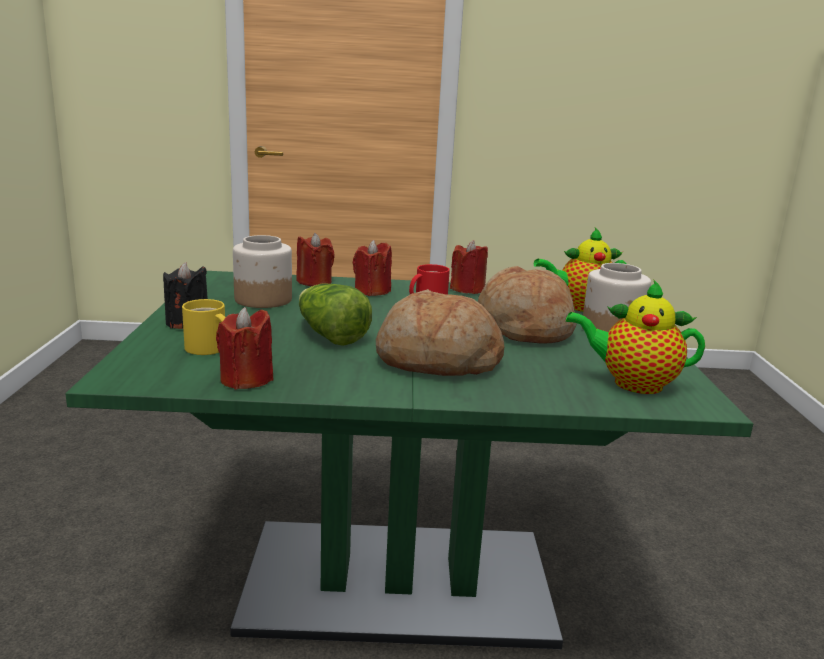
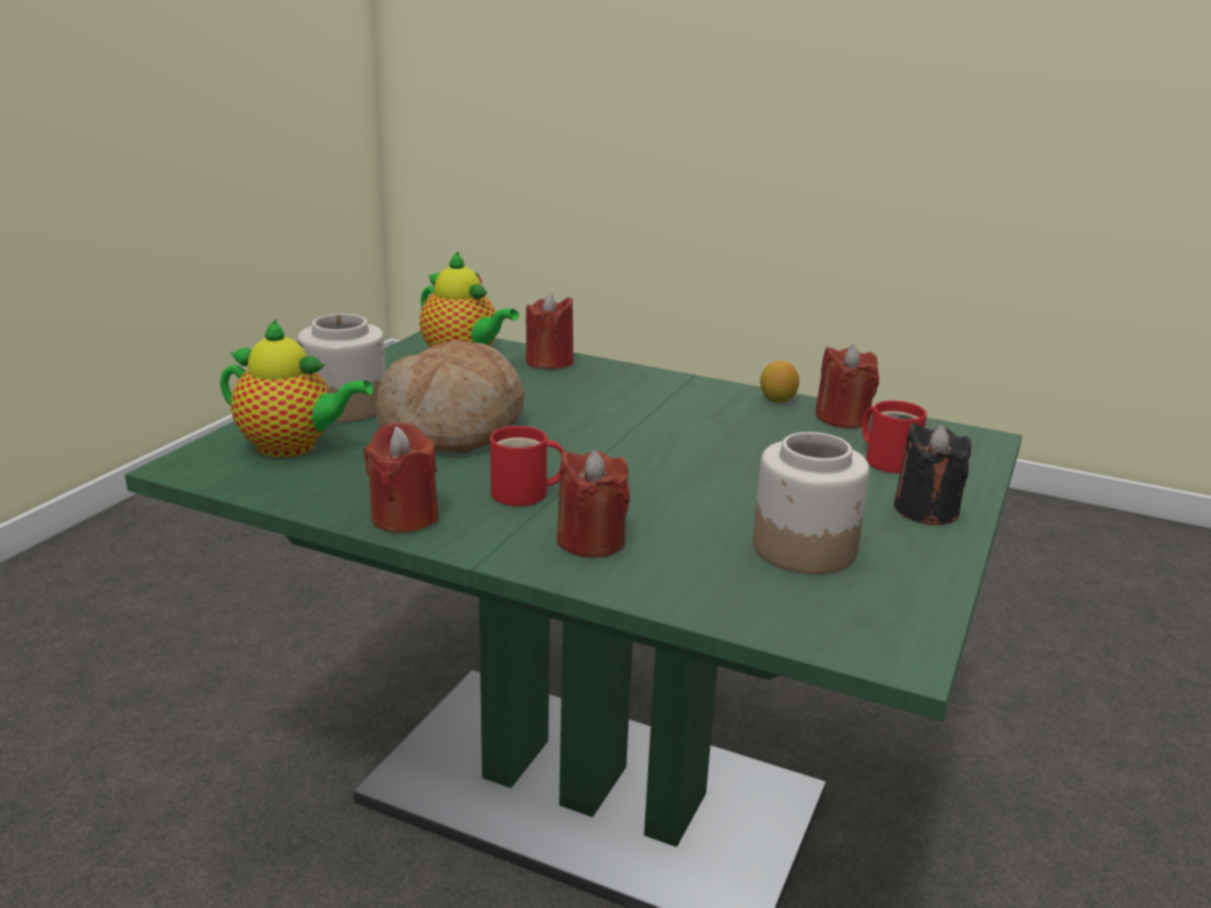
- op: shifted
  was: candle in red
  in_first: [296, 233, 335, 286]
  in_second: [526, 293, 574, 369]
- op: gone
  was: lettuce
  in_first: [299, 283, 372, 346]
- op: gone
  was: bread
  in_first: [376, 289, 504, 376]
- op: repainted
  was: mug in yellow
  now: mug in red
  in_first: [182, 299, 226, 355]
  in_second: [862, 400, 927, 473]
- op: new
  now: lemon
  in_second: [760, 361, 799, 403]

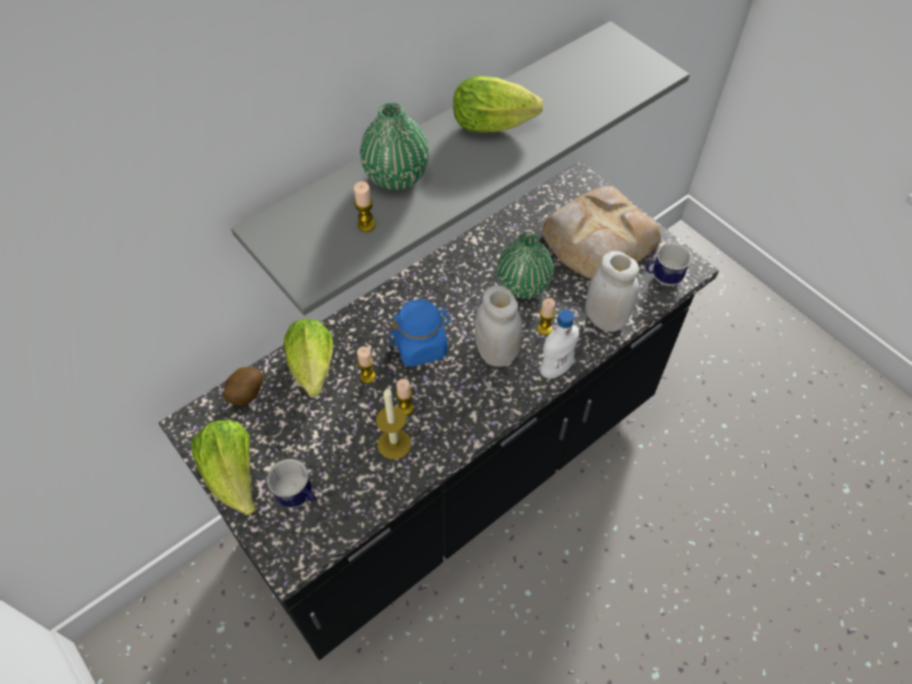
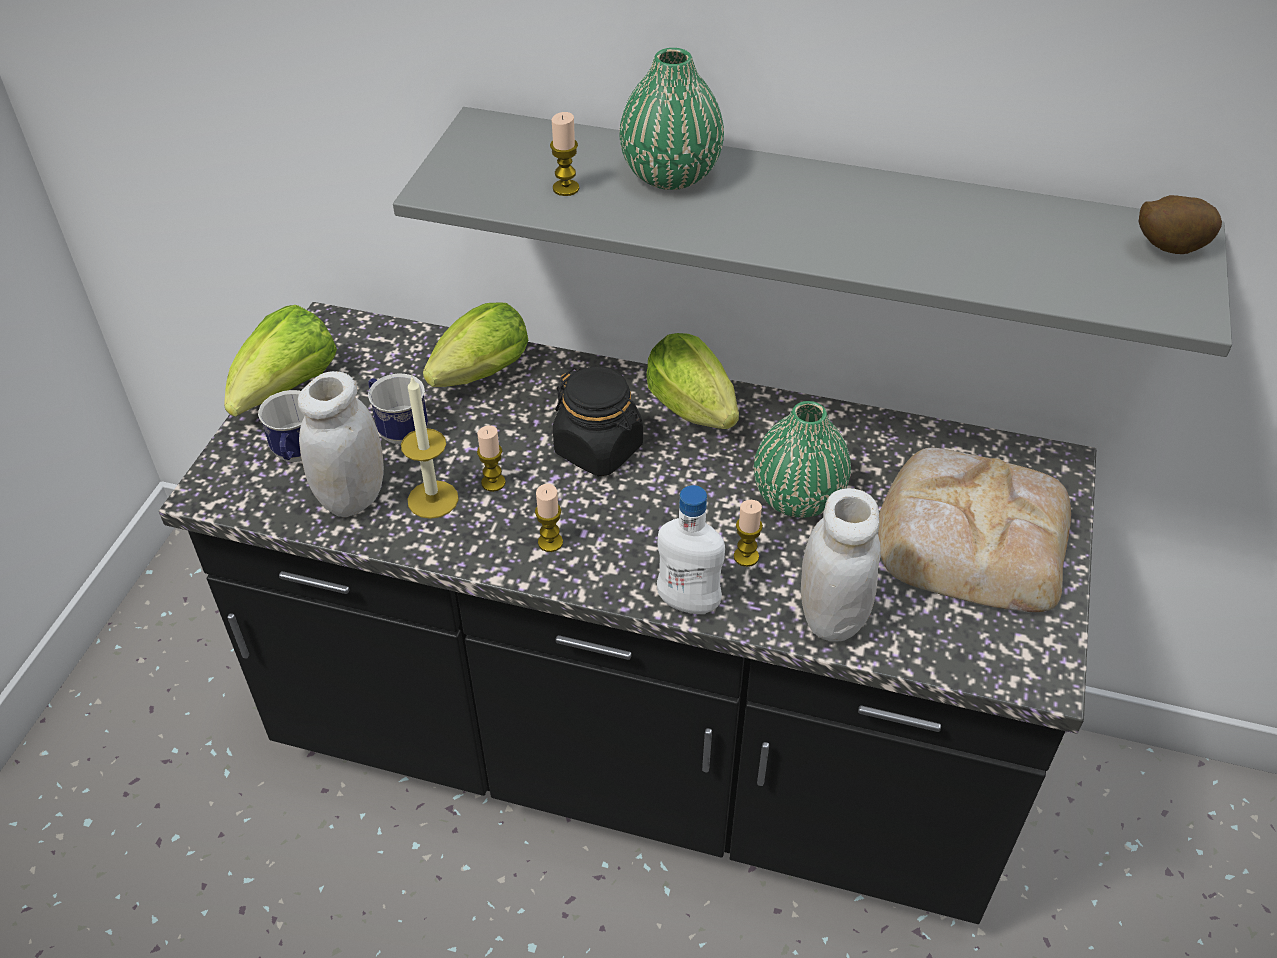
- op: shifted
  was: lettuce
  in_first: [453, 76, 544, 132]
  in_second: [646, 333, 739, 429]
- op: shifted
  was: mug
  in_first: [646, 243, 692, 286]
  in_second: [368, 373, 428, 445]
- op: shifted
  was: jar in white
  in_first: [475, 285, 523, 367]
  in_second: [298, 371, 384, 517]
- op: repainted
  was: jar in blue
  now: jar in black
  in_first: [389, 299, 451, 367]
  in_second: [553, 366, 643, 476]
- op: shifted
  was: candle
  in_first: [357, 347, 376, 383]
  in_second: [535, 484, 563, 552]
- op: shifted
  was: potato
  in_first: [222, 367, 263, 406]
  in_second: [1138, 195, 1222, 254]

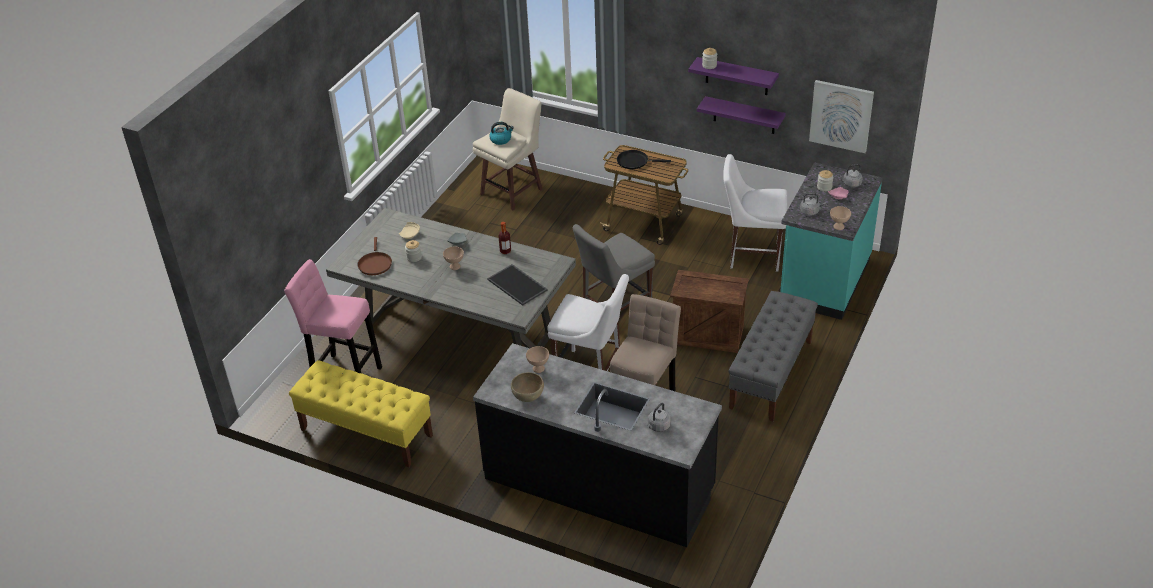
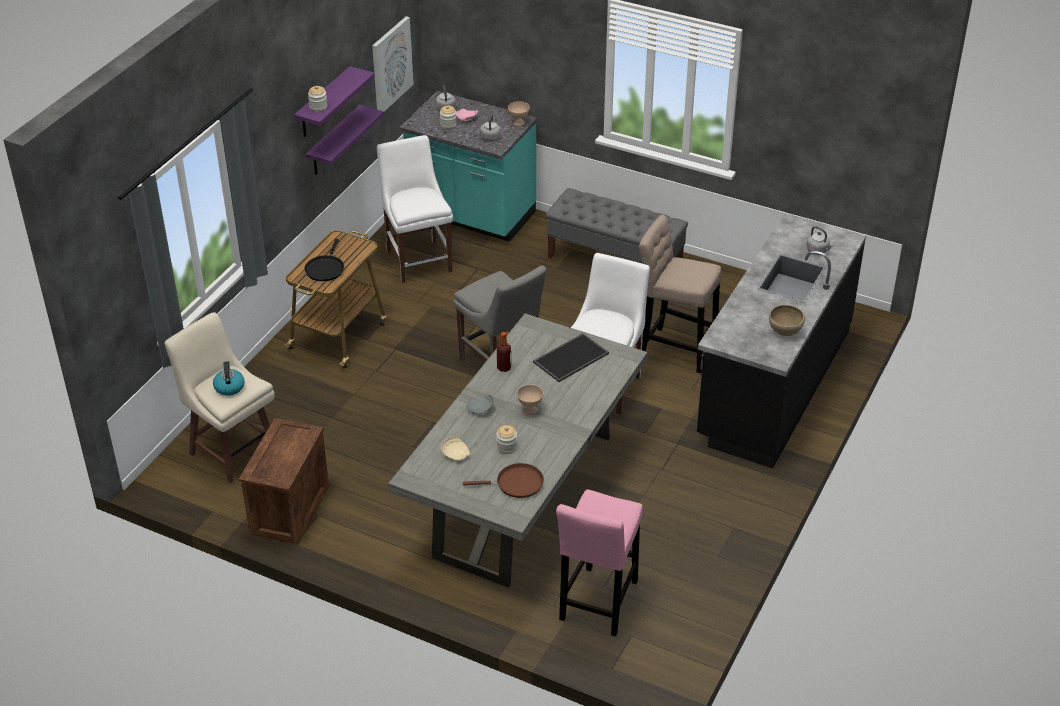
- op: rotated
  was: chair in white
  in_first: [723, 154, 788, 272]
  in_second: [377, 135, 453, 283]
  clockwise: 150
- op: shifted
  was: crate
  in_first: [670, 270, 749, 353]
  in_second: [239, 418, 329, 545]
- op: gone
  was: bowl in beige
  in_first: [526, 346, 549, 373]
- op: gone
  was: bench in yellow
  in_first: [289, 360, 433, 467]

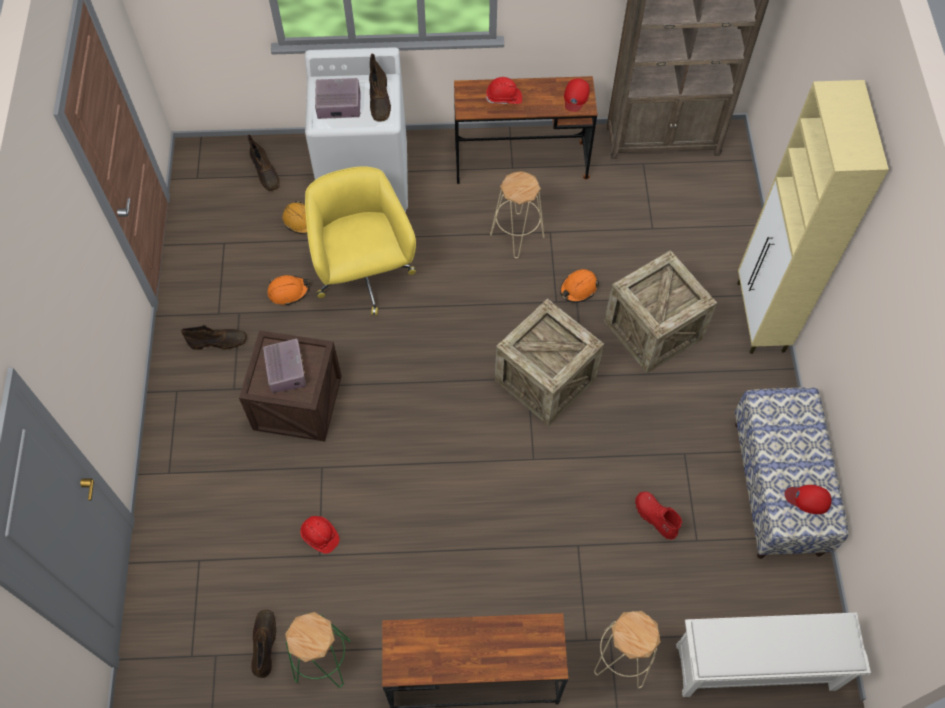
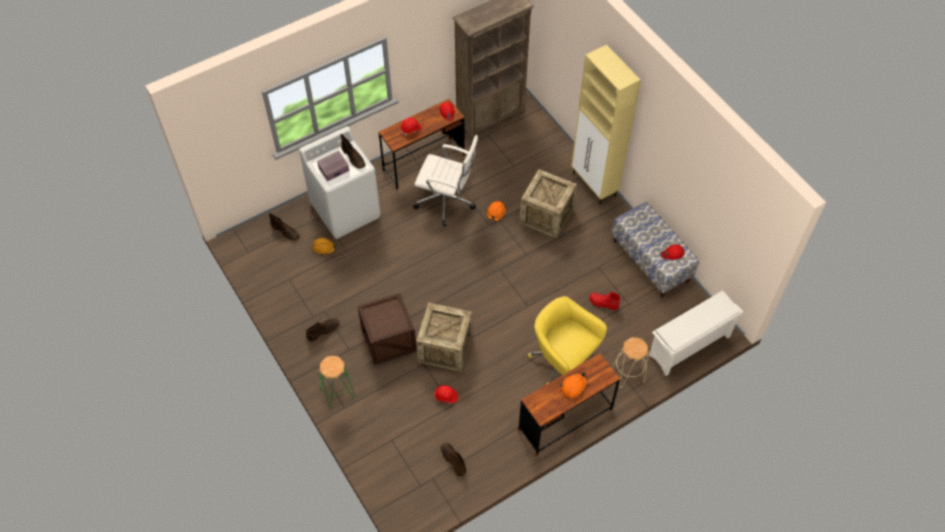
- op: shifted
  was: office chair in yellow
  in_first: [305, 166, 416, 315]
  in_second: [527, 296, 607, 384]
- op: swapped
  was: stool in beige
  now: office chair in white
  in_first: [490, 171, 544, 258]
  in_second: [413, 135, 478, 227]
- op: shifted
  was: hard hat in orange
  in_first: [267, 275, 309, 305]
  in_second: [560, 372, 587, 397]
- op: shifted
  was: crate
  in_first: [495, 299, 604, 426]
  in_second: [416, 303, 472, 372]
- op: gone
  was: radio
  in_first: [263, 339, 306, 393]
- op: shifted
  was: stool in green
  in_first: [285, 612, 351, 688]
  in_second: [319, 356, 355, 407]

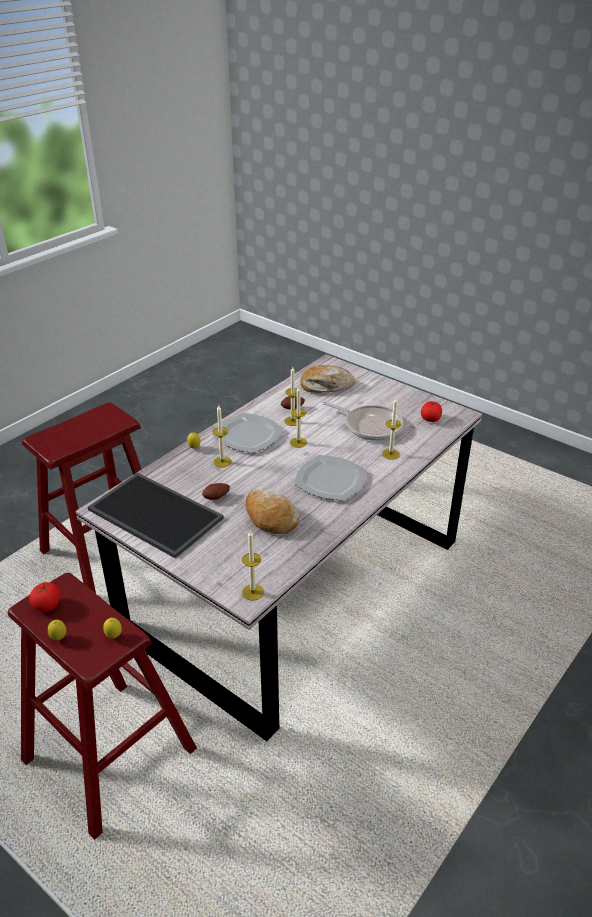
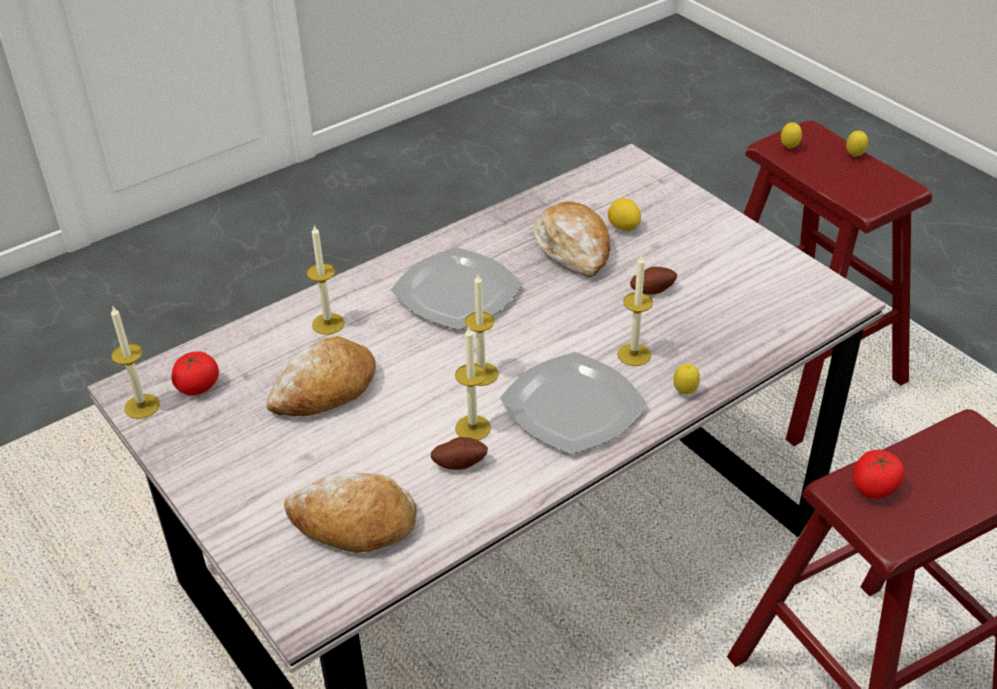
- op: swapped
  was: frying pan
  now: bread
  in_first: [322, 401, 404, 441]
  in_second: [267, 336, 376, 416]
- op: gone
  was: tray
  in_first: [88, 472, 224, 558]
- op: shifted
  was: candle
  in_first: [242, 531, 264, 601]
  in_second: [111, 307, 160, 419]
- op: shifted
  was: tomato
  in_first: [29, 582, 61, 612]
  in_second: [853, 450, 905, 499]
- op: new
  now: lemon
  in_second: [608, 198, 641, 231]

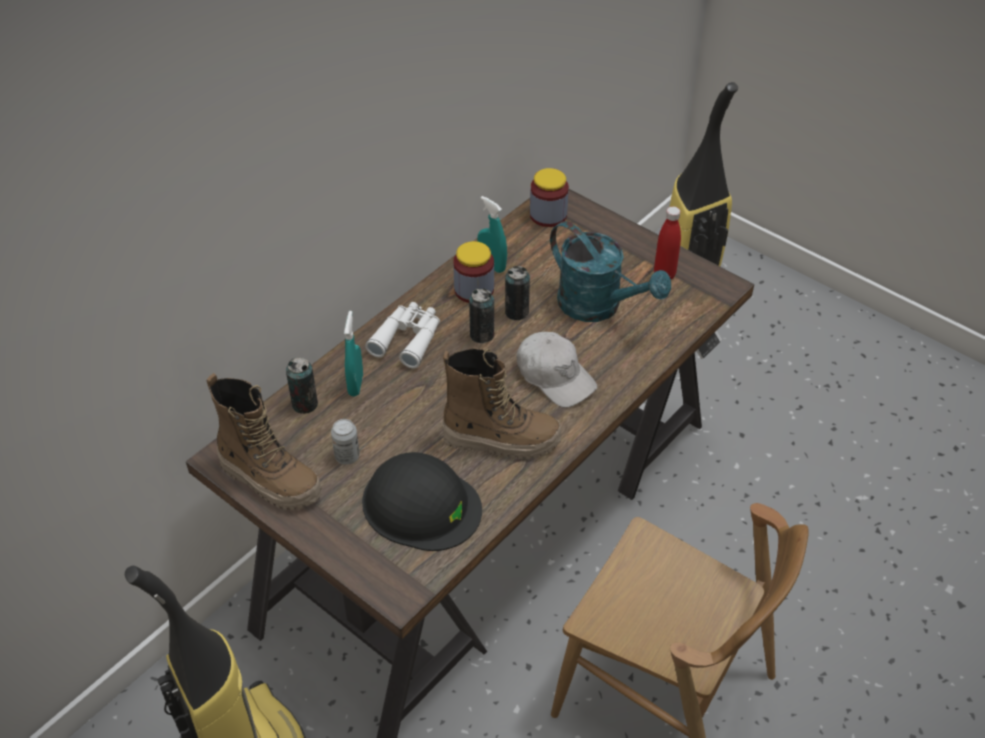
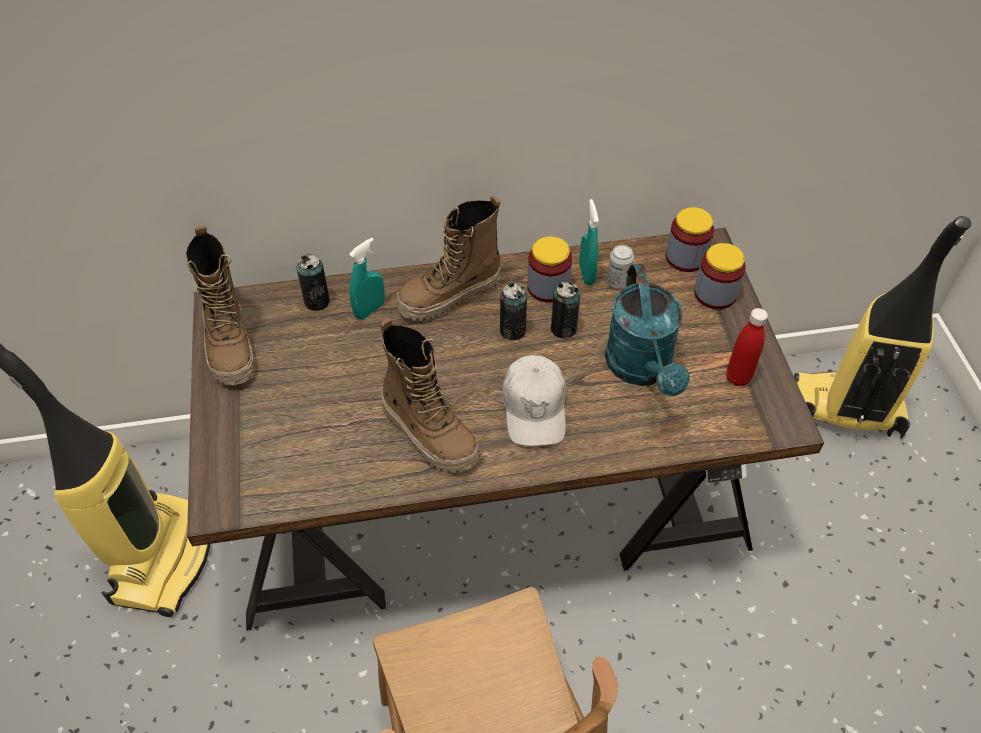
- op: swapped
  was: binoculars in white
  now: boot
  in_first: [365, 302, 440, 369]
  in_second: [397, 195, 500, 321]
- op: shifted
  was: can
  in_first: [331, 419, 360, 465]
  in_second: [607, 245, 634, 289]
- op: gone
  was: hard hat in black
  in_first: [362, 452, 482, 551]
- op: new
  now: jar
  in_second: [694, 243, 746, 309]

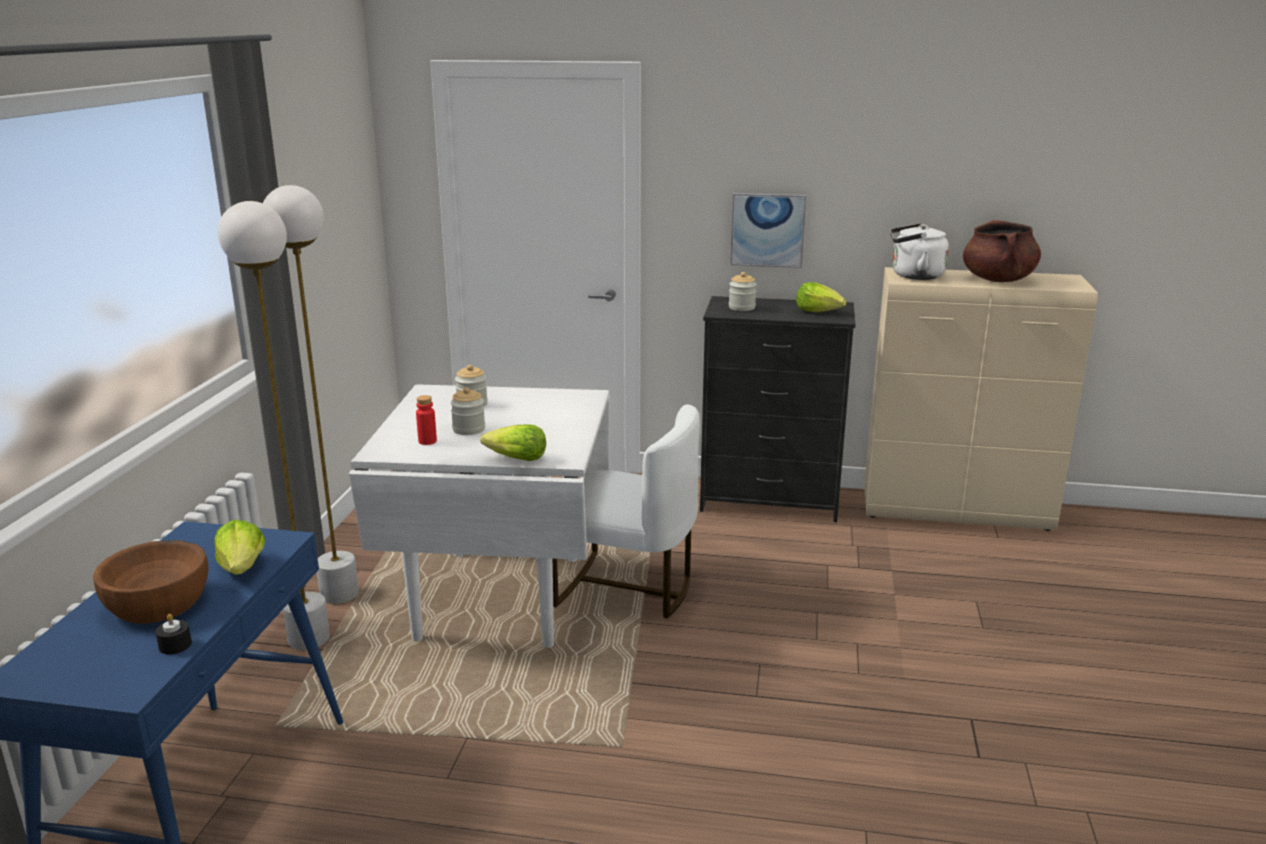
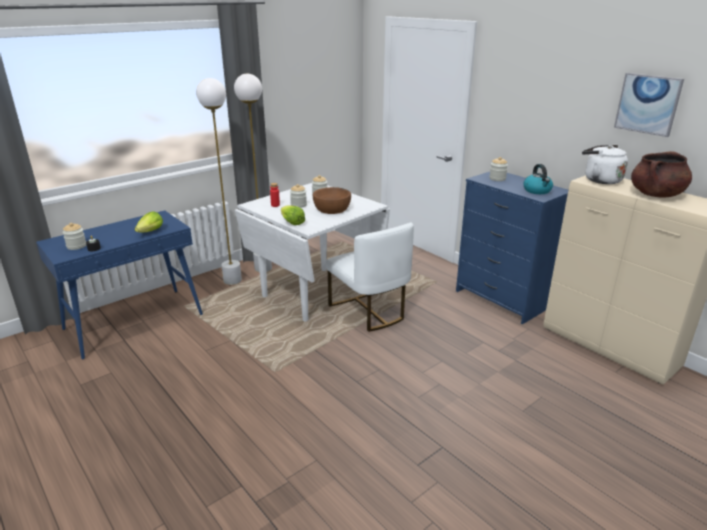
- op: shifted
  was: picture
  in_first: [730, 193, 806, 268]
  in_second: [614, 73, 684, 137]
- op: swapped
  was: lettuce
  now: kettle
  in_first: [796, 282, 847, 312]
  in_second: [523, 164, 553, 194]
- op: repainted
  was: dresser in black
  now: dresser in blue
  in_first: [700, 296, 856, 522]
  in_second: [456, 172, 568, 324]
- op: shifted
  was: bowl in brown
  in_first: [93, 540, 209, 624]
  in_second: [313, 187, 351, 214]
- op: new
  now: jar
  in_second: [62, 223, 86, 250]

